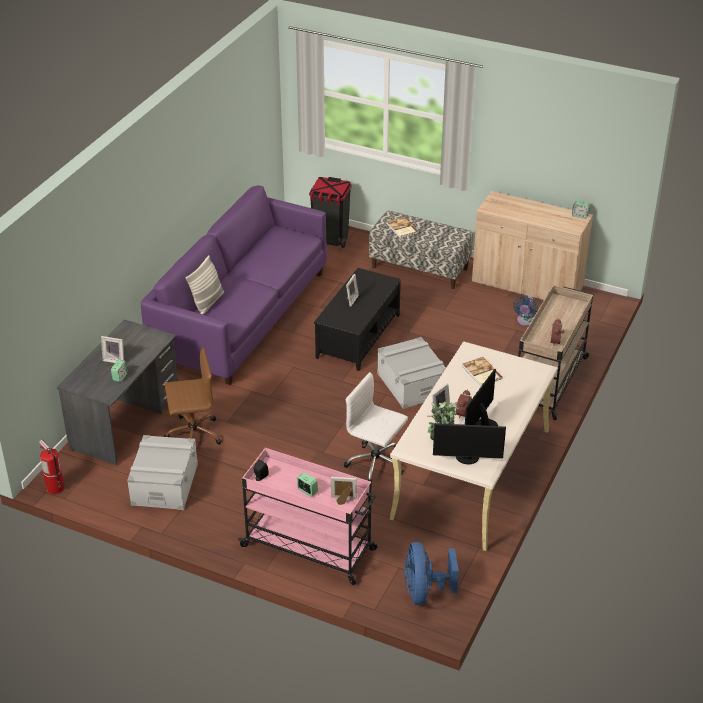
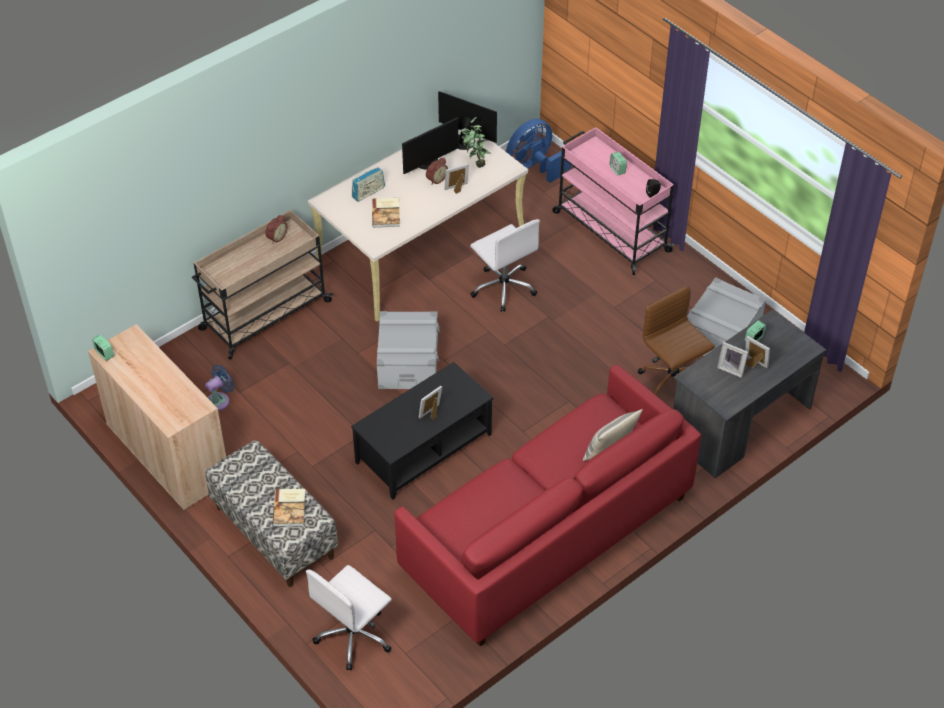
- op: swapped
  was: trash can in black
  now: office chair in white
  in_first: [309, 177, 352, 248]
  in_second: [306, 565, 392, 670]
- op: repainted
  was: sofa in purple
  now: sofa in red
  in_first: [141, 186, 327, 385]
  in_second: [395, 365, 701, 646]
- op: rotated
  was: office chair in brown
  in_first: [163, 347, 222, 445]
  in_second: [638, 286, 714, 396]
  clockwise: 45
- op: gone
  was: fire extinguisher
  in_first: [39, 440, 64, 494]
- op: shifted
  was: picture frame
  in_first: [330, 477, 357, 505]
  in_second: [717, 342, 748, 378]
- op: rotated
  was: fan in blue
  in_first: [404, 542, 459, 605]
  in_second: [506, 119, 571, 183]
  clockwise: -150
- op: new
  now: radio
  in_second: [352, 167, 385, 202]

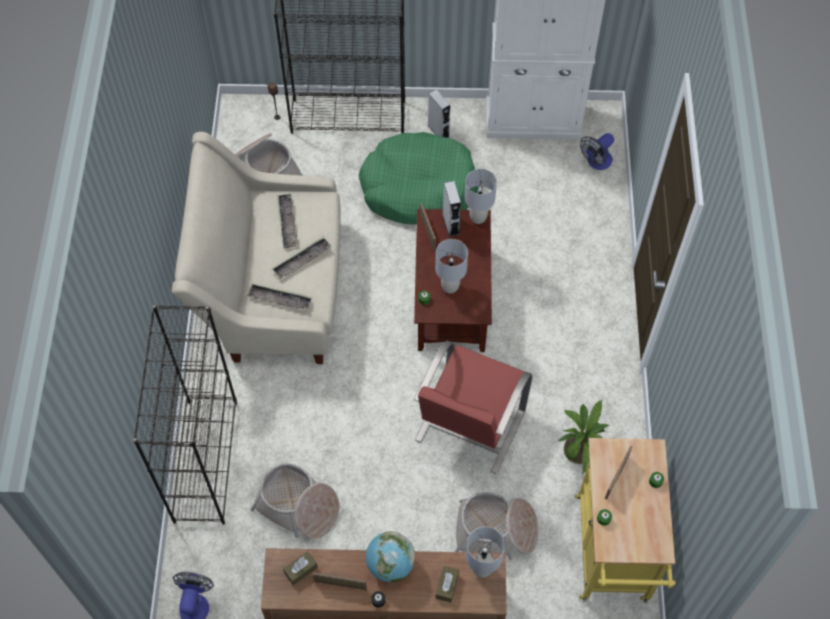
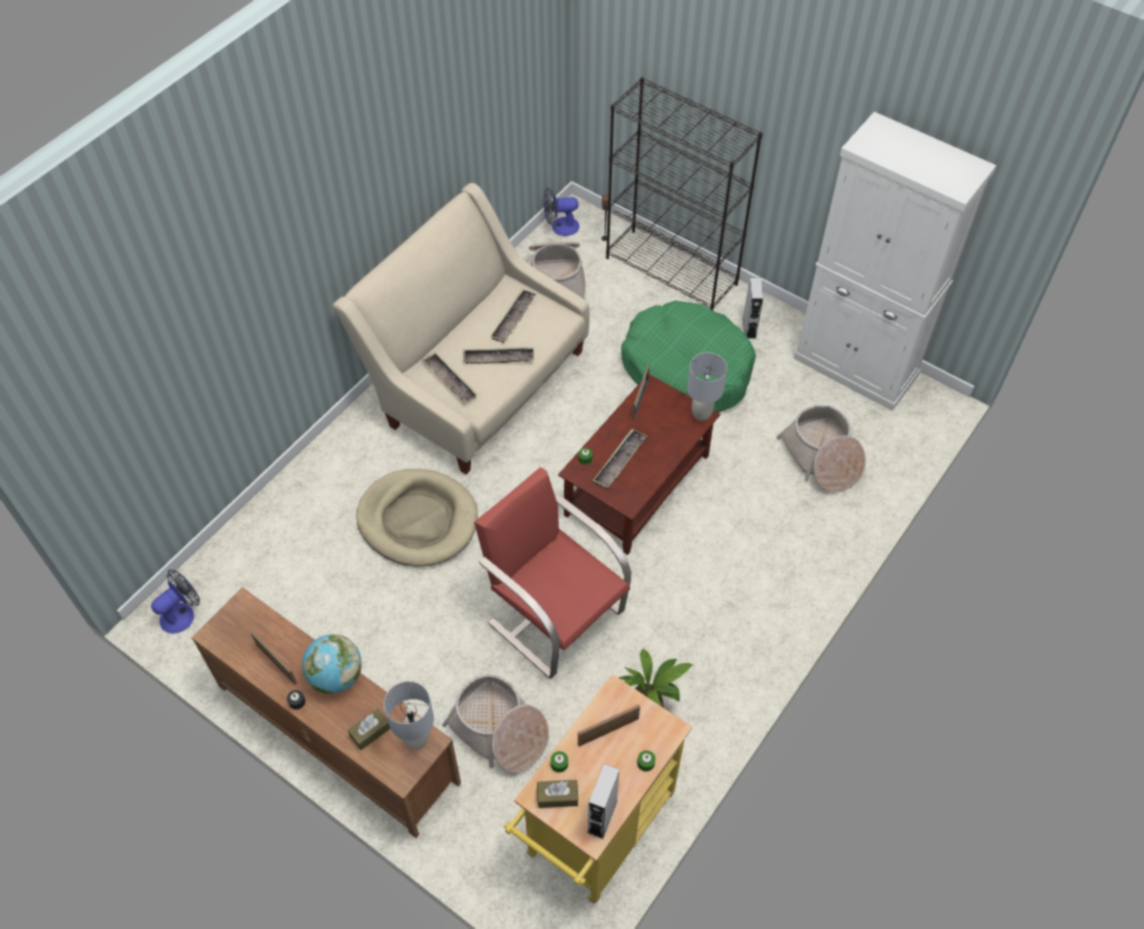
- op: shifted
  was: fan
  in_first: [580, 133, 614, 170]
  in_second: [543, 188, 579, 236]
- op: shifted
  was: speaker in grey
  in_first: [443, 181, 461, 237]
  in_second: [587, 764, 620, 839]
- op: swapped
  was: table lamp in grey
  now: tray
  in_first: [435, 239, 468, 294]
  in_second: [593, 429, 647, 489]
- op: gone
  was: bookcase in black
  in_first: [133, 305, 237, 525]
- op: rotated
  was: armchair in red
  in_first: [414, 340, 533, 474]
  in_second: [474, 467, 631, 679]
  clockwise: 75
- op: shifted
  was: basket
  in_first: [251, 463, 340, 539]
  in_second: [776, 405, 866, 493]
- op: shifted
  was: tissue box in brown
  in_first: [283, 551, 318, 585]
  in_second: [537, 780, 578, 808]
- op: new
  now: dog bed in beige
  in_second: [356, 469, 478, 566]

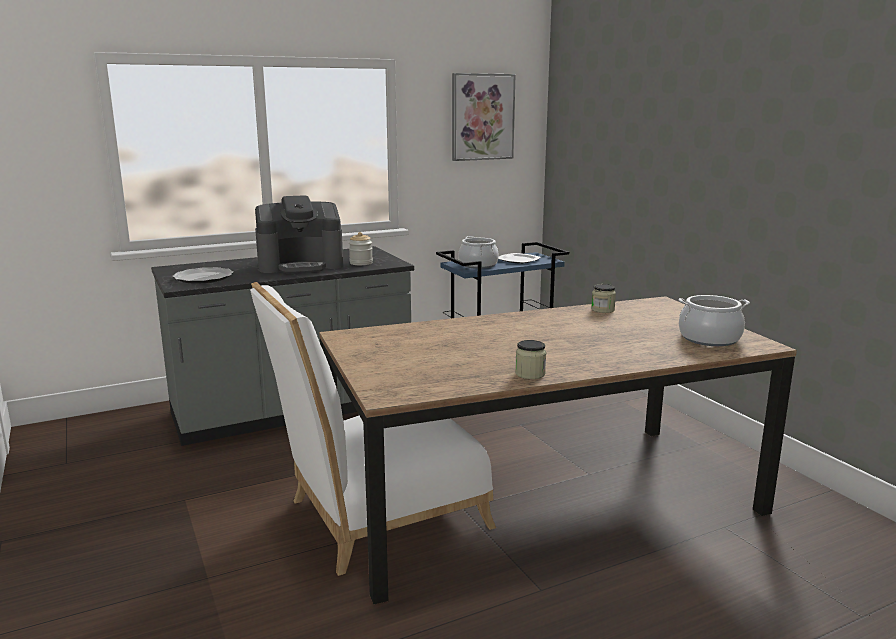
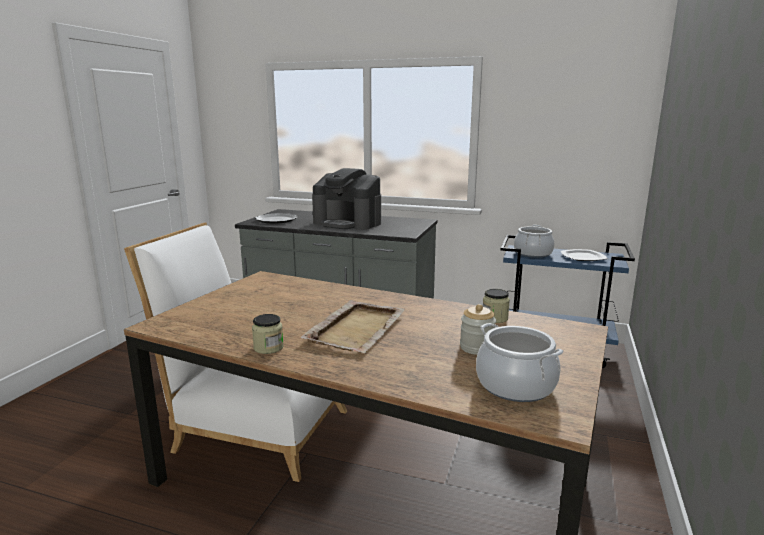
- op: gone
  was: picture
  in_first: [452, 73, 516, 161]
- op: shifted
  was: jar
  in_first: [349, 232, 373, 265]
  in_second: [460, 304, 496, 355]
- op: new
  now: tray in beige
  in_second: [301, 300, 405, 353]

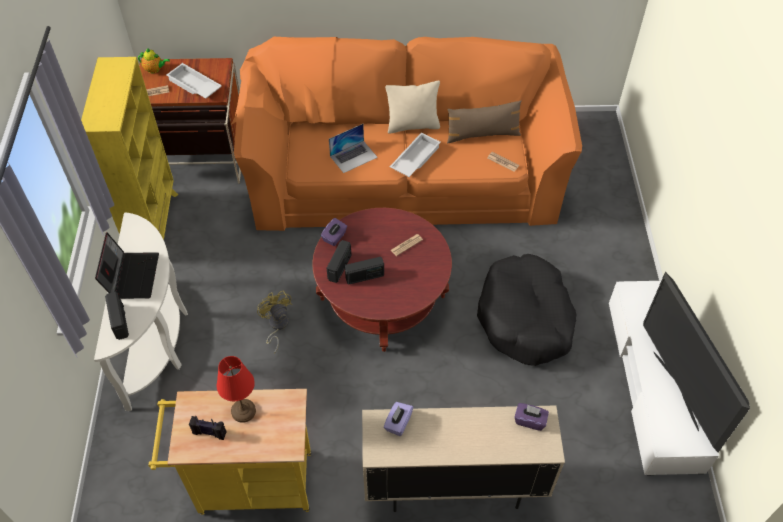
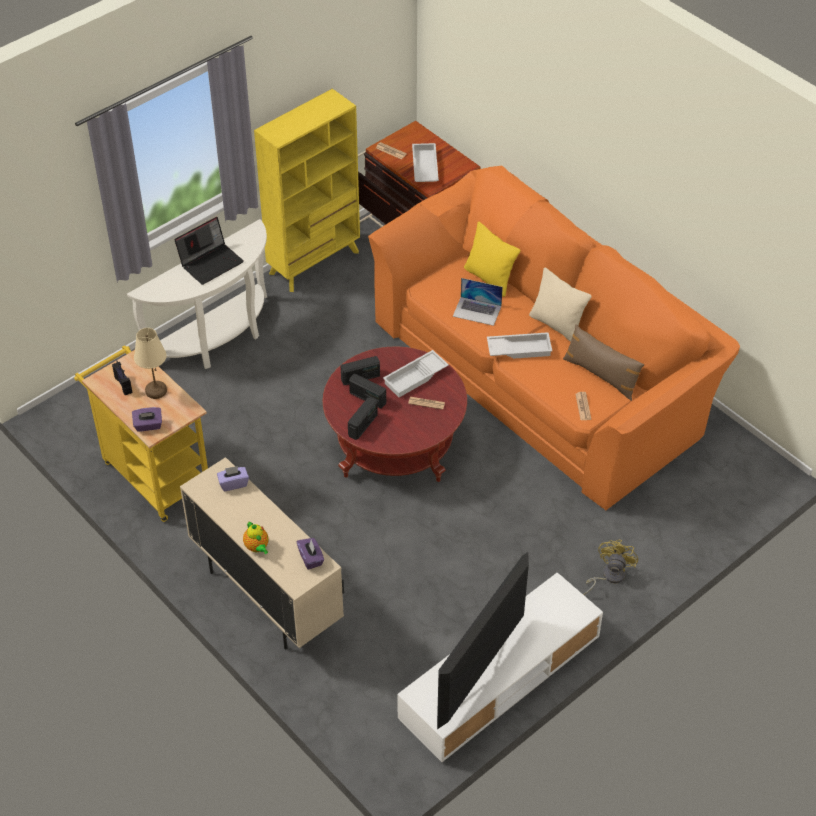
- op: shifted
  was: teapot
  in_first: [138, 48, 170, 74]
  in_second: [243, 522, 268, 554]
- op: shifted
  was: tissue box in purple
  in_first: [321, 218, 348, 246]
  in_second: [132, 407, 162, 432]
- op: gone
  was: dog bed in black
  in_first: [477, 254, 576, 366]
- op: shifted
  was: fan in yellow
  in_first: [257, 290, 292, 354]
  in_second: [583, 540, 638, 595]
- op: shifted
  was: radio
  in_first: [105, 292, 129, 340]
  in_second: [348, 397, 378, 440]
- op: repainted
  was: table lamp in red
  now: table lamp in beige
  in_first: [217, 356, 256, 423]
  in_second: [134, 328, 167, 399]
- op: new
  now: pillow in yellow
  in_second: [464, 222, 520, 297]
- op: new
  now: tray in white
  in_second: [383, 350, 449, 397]

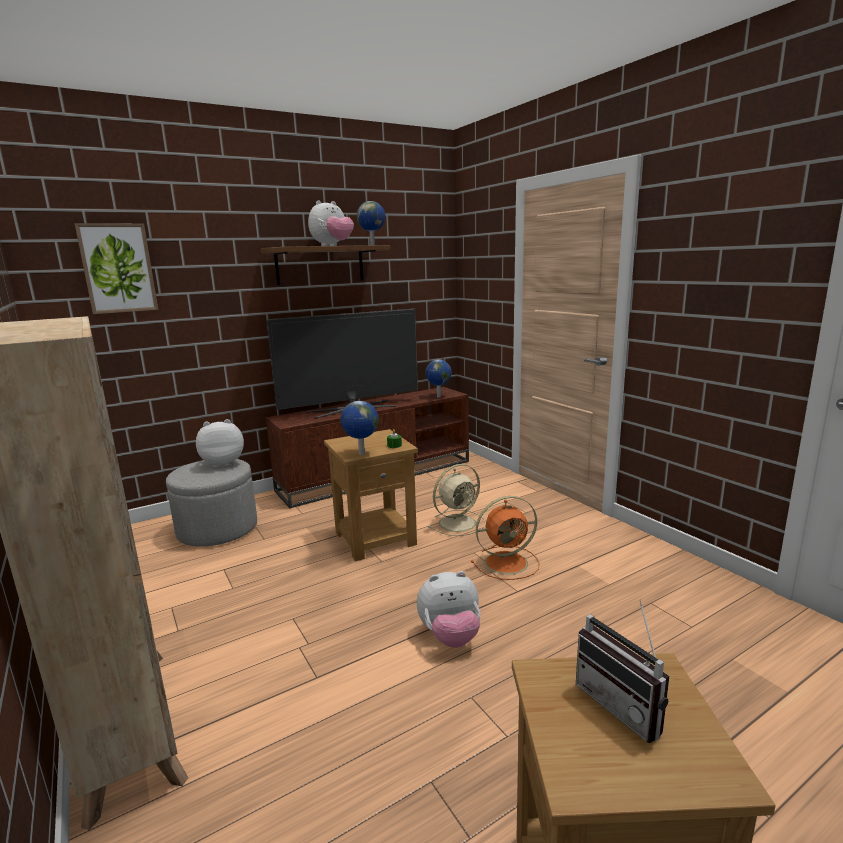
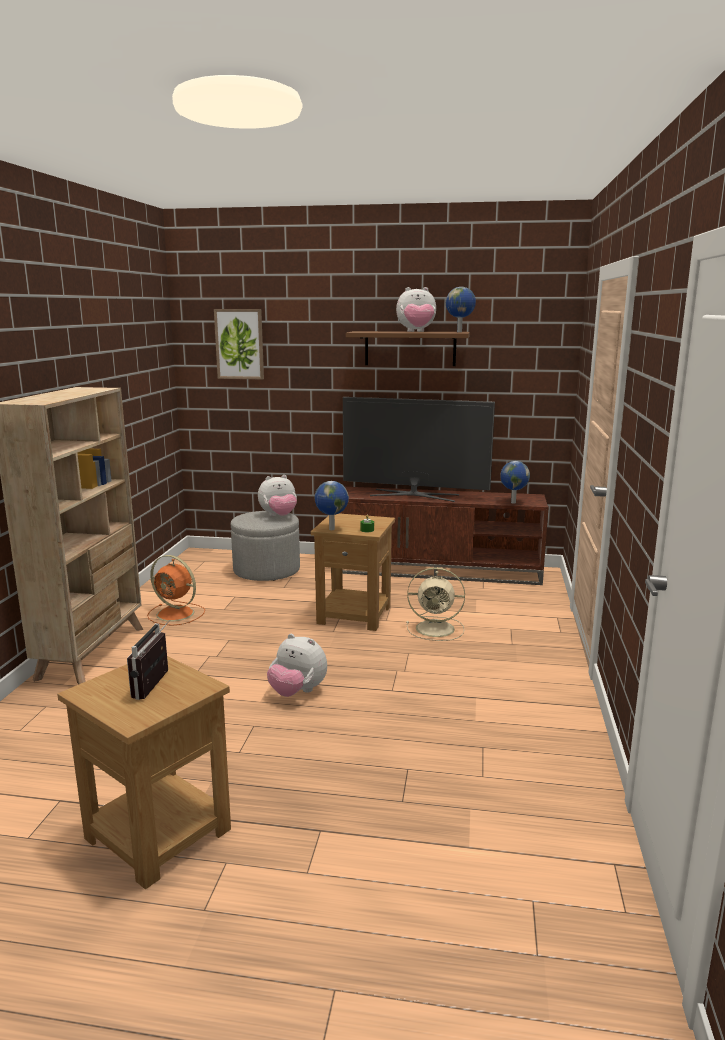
- op: rotated
  was: plush toy
  in_first: [196, 419, 244, 468]
  in_second: [258, 475, 297, 516]
  clockwise: 135
- op: shifted
  was: fan in orange
  in_first: [471, 496, 539, 580]
  in_second: [147, 555, 205, 626]

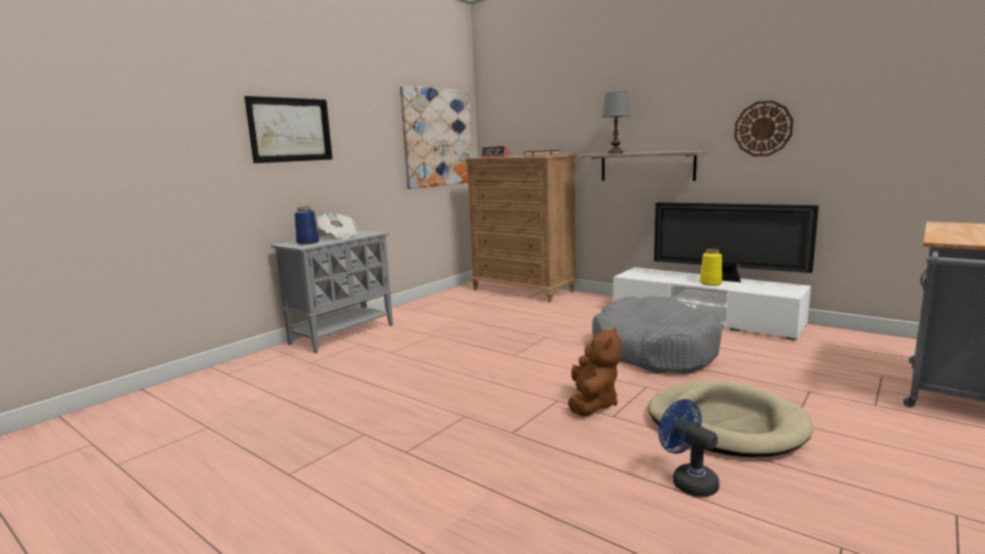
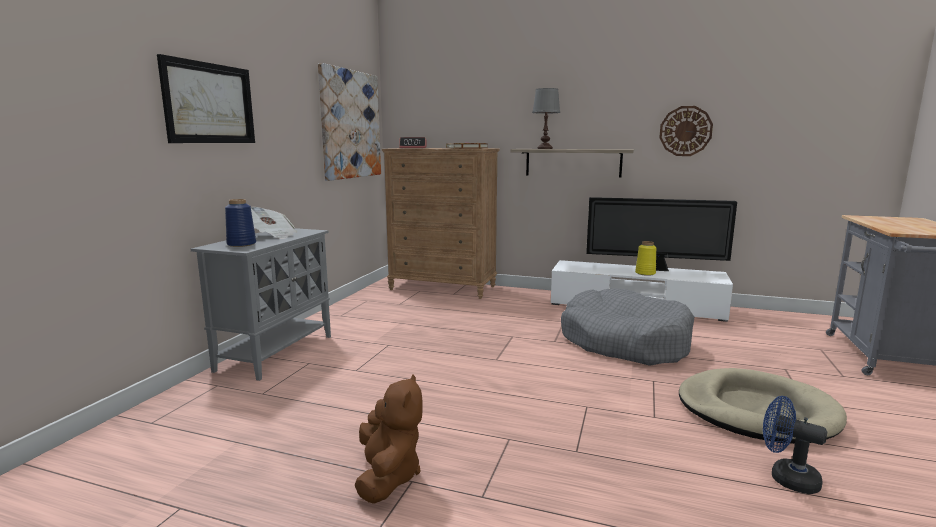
- op: shifted
  was: plush toy in brown
  in_first: [568, 327, 621, 417]
  in_second: [355, 374, 423, 504]

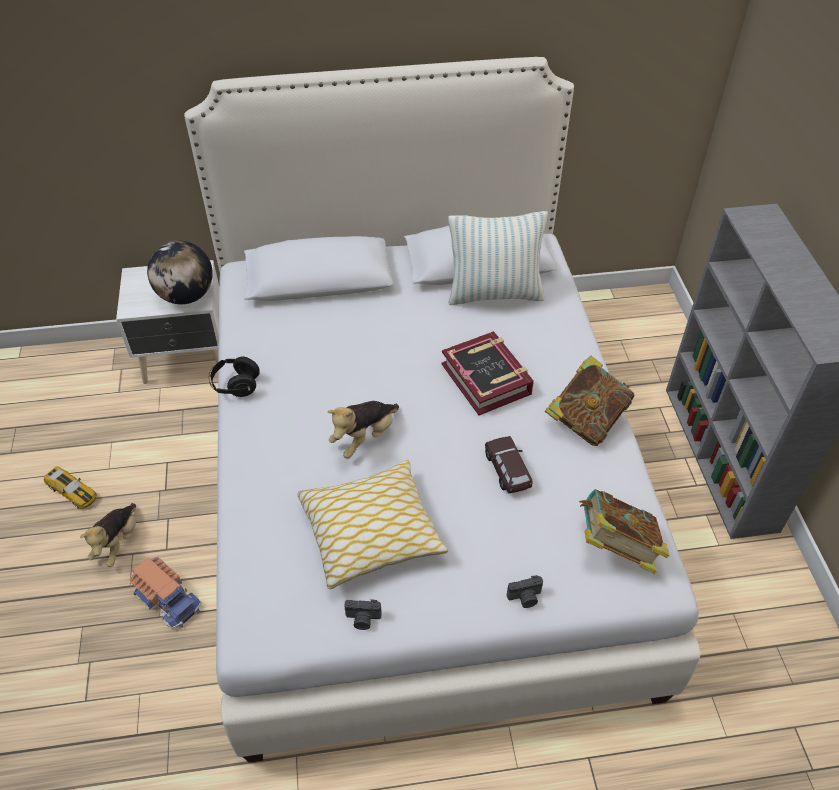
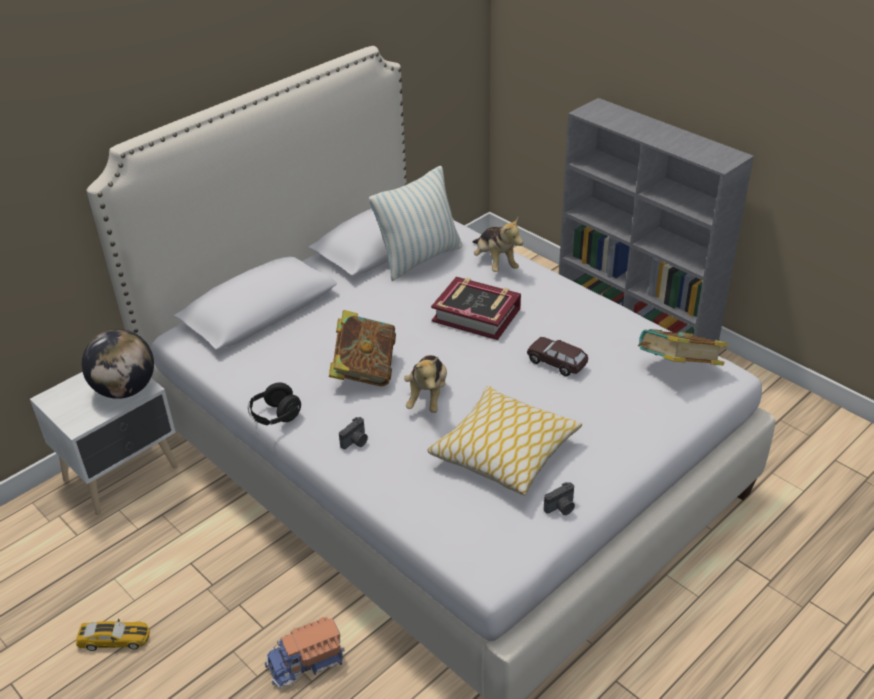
- op: shifted
  was: book
  in_first: [545, 355, 635, 446]
  in_second: [329, 310, 396, 386]
- op: shifted
  was: plush toy
  in_first: [80, 503, 136, 567]
  in_second: [473, 218, 523, 272]
- op: rotated
  was: toy truck
  in_first: [130, 557, 202, 629]
  in_second: [265, 617, 345, 688]
  clockwise: 150
- op: shifted
  was: photo camera
  in_first: [507, 575, 543, 608]
  in_second: [339, 417, 368, 449]

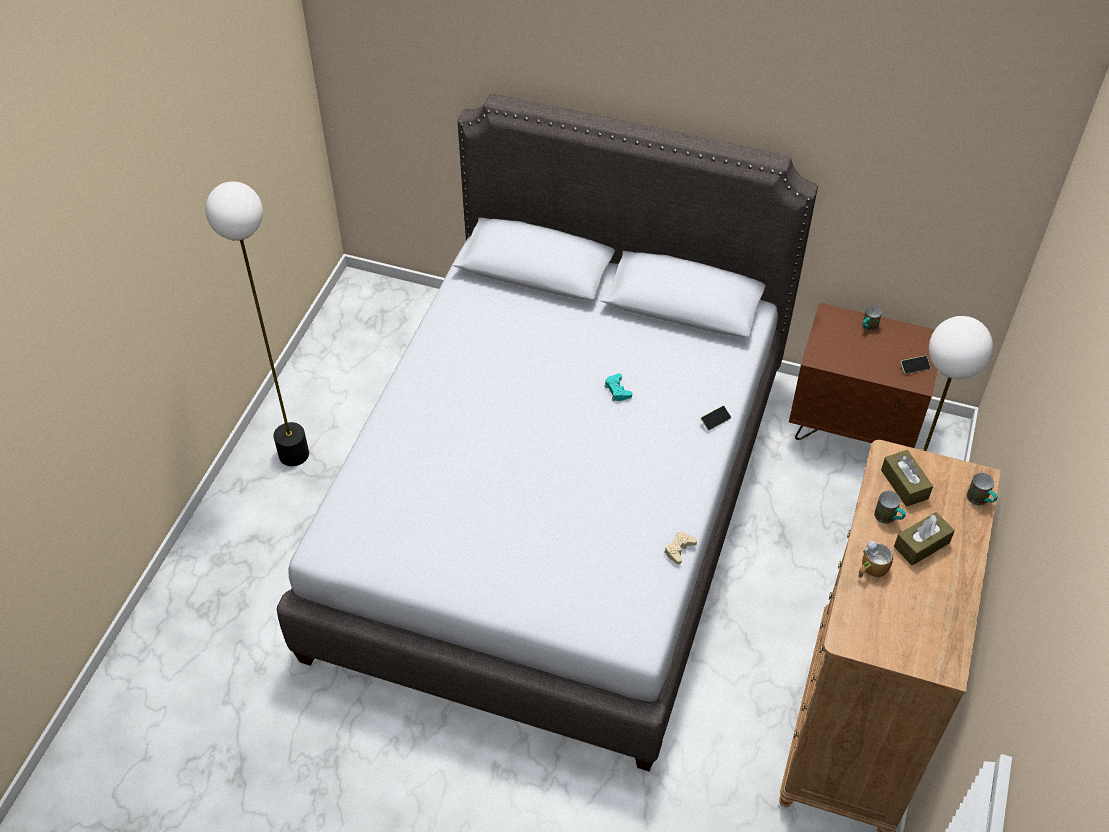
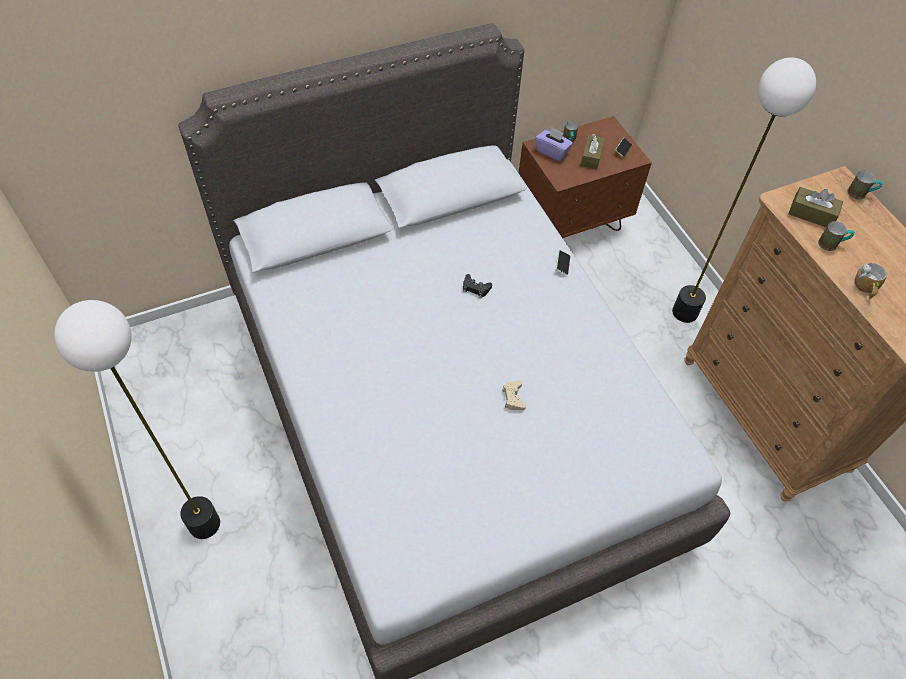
- op: repainted
  was: game controller in turquoise
  now: game controller in black
  in_first: [605, 373, 632, 401]
  in_second: [463, 274, 492, 298]
- op: shifted
  was: tissue box in brown
  in_first: [894, 512, 955, 566]
  in_second: [581, 134, 605, 169]
- op: shifted
  was: game controller in beige
  in_first: [664, 532, 697, 564]
  in_second: [502, 381, 526, 410]
- op: new
  now: tissue box in purple
  in_second: [535, 127, 573, 161]

